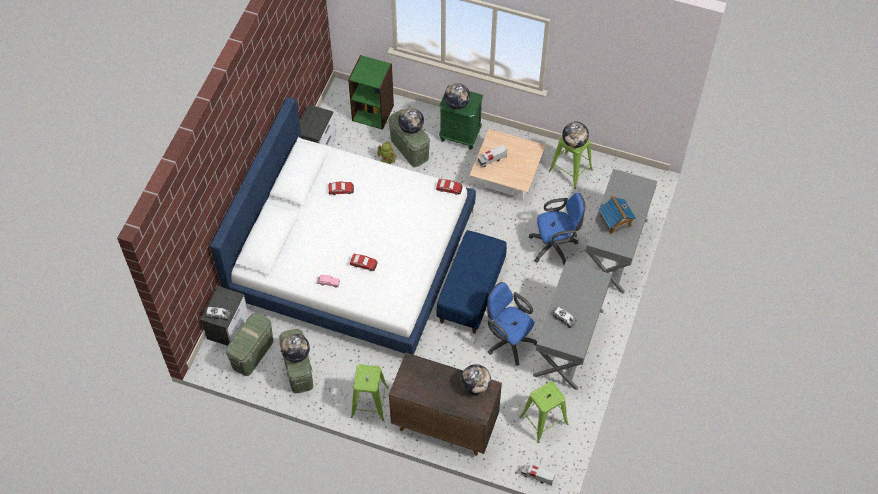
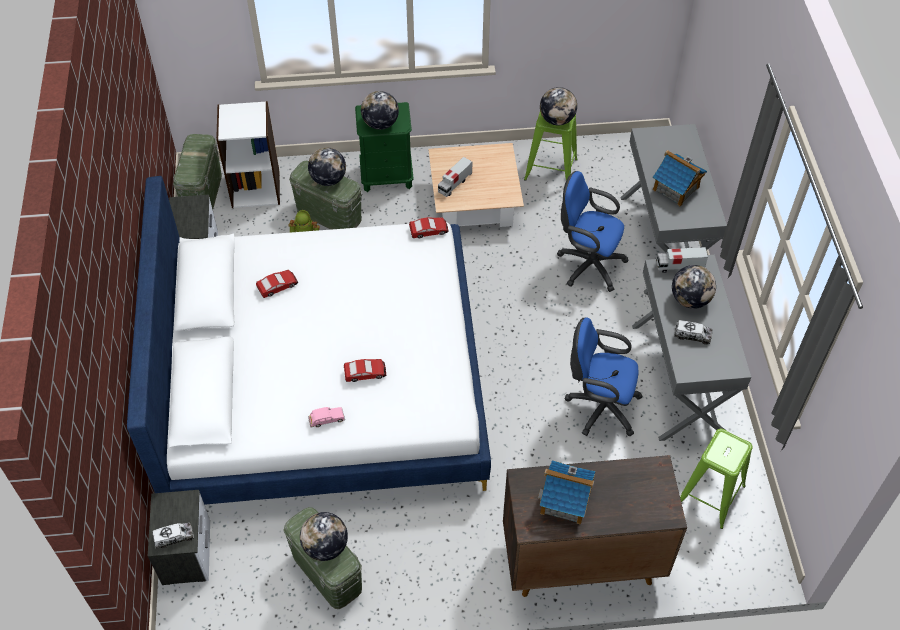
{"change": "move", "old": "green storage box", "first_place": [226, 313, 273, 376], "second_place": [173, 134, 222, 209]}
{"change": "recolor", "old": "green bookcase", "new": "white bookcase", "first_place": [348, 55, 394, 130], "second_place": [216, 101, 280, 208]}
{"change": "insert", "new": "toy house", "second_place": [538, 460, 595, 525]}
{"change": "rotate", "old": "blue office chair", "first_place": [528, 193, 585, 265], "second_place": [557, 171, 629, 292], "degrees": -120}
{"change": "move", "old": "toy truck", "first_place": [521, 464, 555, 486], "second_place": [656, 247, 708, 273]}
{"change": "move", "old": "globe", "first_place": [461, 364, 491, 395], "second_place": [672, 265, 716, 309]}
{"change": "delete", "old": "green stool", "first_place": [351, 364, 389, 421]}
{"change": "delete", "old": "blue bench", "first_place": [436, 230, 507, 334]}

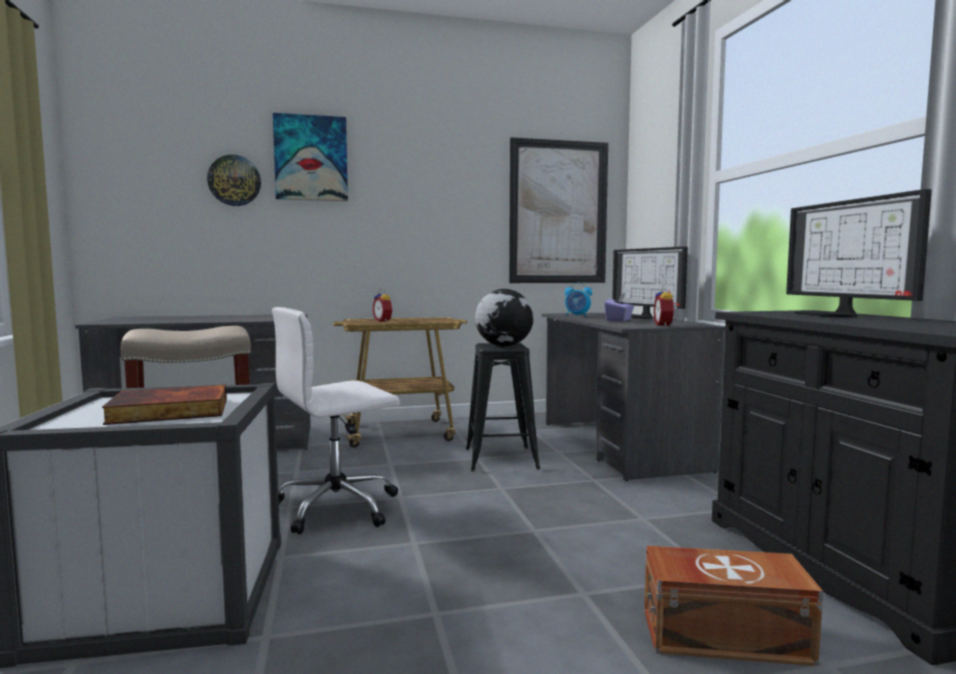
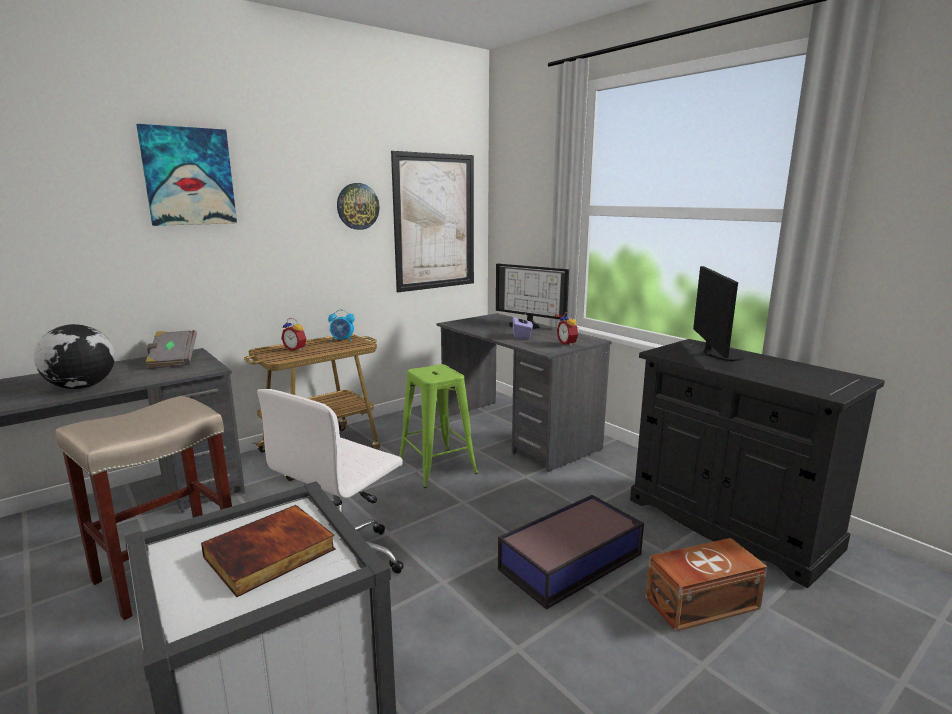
{"change": "move", "old": "globe", "first_place": [475, 289, 534, 347], "second_place": [34, 324, 115, 389]}
{"change": "insert", "new": "grey book", "second_place": [145, 330, 197, 369]}
{"change": "move", "old": "alarm clock", "first_place": [565, 283, 592, 316], "second_place": [328, 309, 355, 342]}
{"change": "move", "old": "wall clock", "first_place": [207, 155, 261, 206], "second_place": [337, 183, 380, 230]}
{"change": "recolor", "old": "black stool", "new": "green stool", "first_place": [466, 343, 541, 472], "second_place": [399, 364, 478, 488]}
{"change": "insert", "new": "storage box", "second_place": [498, 495, 644, 610]}
{"change": "rotate", "old": "monitor", "first_place": [786, 189, 932, 317], "second_place": [693, 266, 745, 361], "degrees": -135}

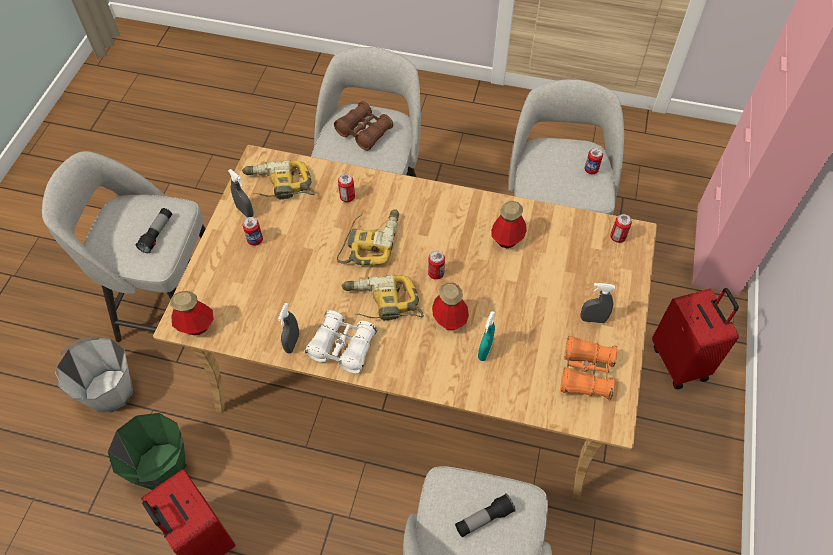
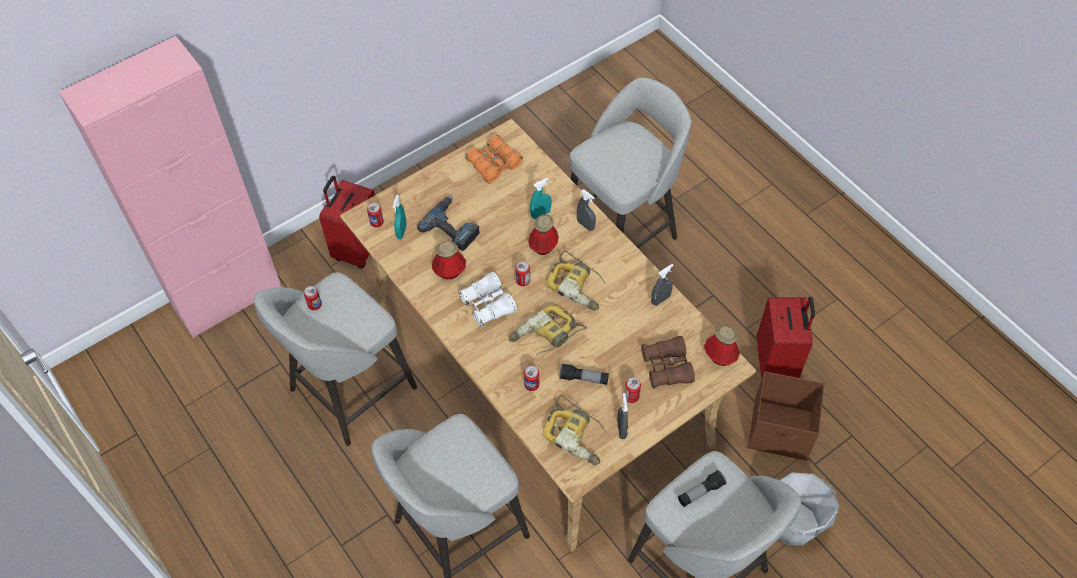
{"change": "insert", "new": "turquoise spray bottle", "second_place": [393, 195, 407, 239]}
{"change": "insert", "new": "power drill", "second_place": [417, 195, 480, 251]}
{"change": "move", "old": "white binoculars", "first_place": [305, 310, 377, 373], "second_place": [459, 272, 517, 327]}
{"change": "move", "old": "flashlight", "first_place": [455, 493, 515, 537], "second_place": [559, 363, 609, 385]}
{"change": "move", "old": "grey spray bottle", "first_place": [580, 283, 615, 323], "second_place": [577, 189, 596, 231]}
{"change": "move", "old": "brown binoculars", "first_place": [334, 101, 393, 151], "second_place": [641, 336, 695, 389]}
{"change": "replace", "old": "green bucket", "new": "brown storage box", "first_place": [108, 413, 187, 490], "second_place": [748, 371, 825, 460]}

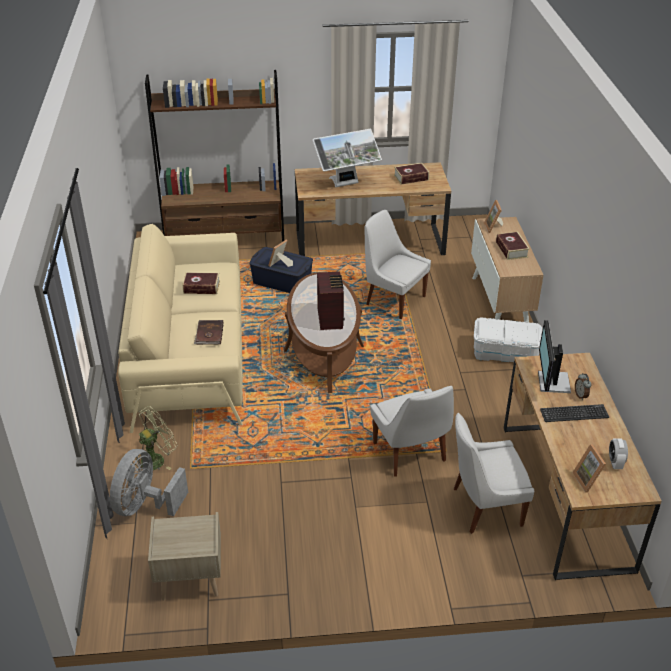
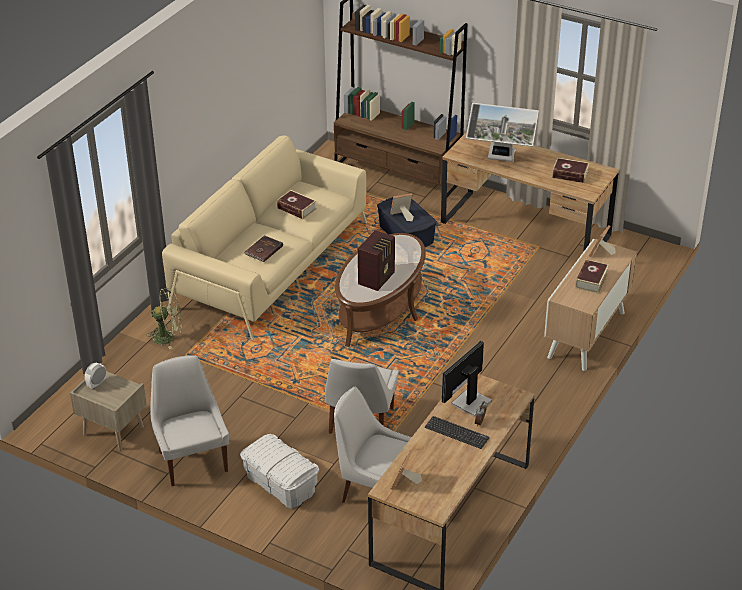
{"change": "move", "old": "alarm clock", "first_place": [609, 438, 628, 469], "second_place": [85, 363, 106, 389]}
{"change": "move", "old": "white chair", "first_place": [365, 210, 431, 319], "second_place": [150, 355, 229, 486]}
{"change": "move", "old": "white storage box", "first_place": [474, 317, 542, 362], "second_place": [240, 434, 319, 509]}
{"change": "delete", "old": "grey fan", "first_place": [110, 449, 188, 516]}

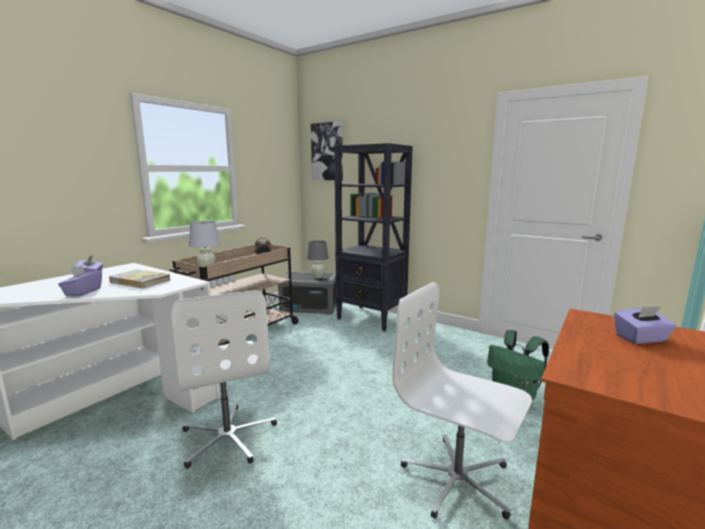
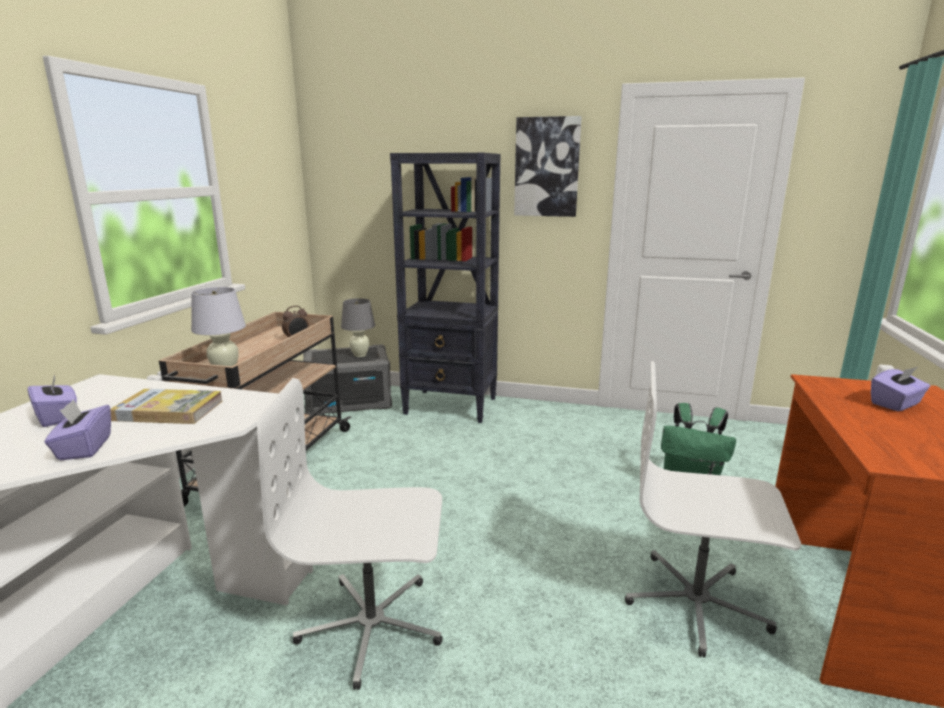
{"change": "rotate", "old": "white office chair", "first_place": [172, 290, 277, 468], "second_place": [256, 378, 443, 690], "degrees": 135}
{"change": "move", "old": "picture", "first_place": [311, 121, 343, 180], "second_place": [514, 116, 582, 217]}

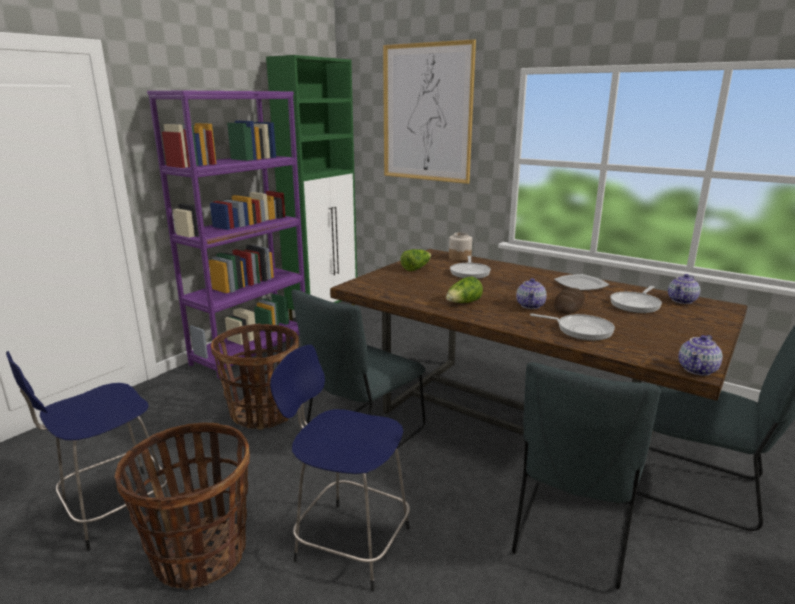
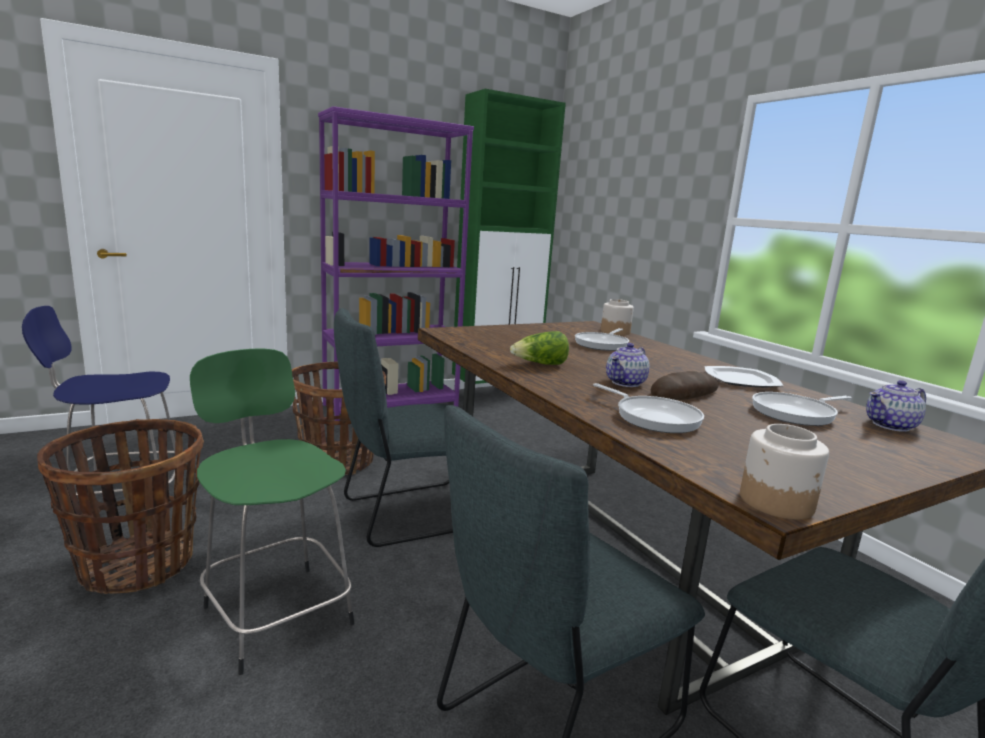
{"change": "recolor", "old": "blue stool", "new": "green stool", "first_place": [270, 345, 410, 592], "second_place": [190, 349, 355, 675]}
{"change": "replace", "old": "teapot", "new": "jar", "first_place": [678, 335, 723, 376], "second_place": [740, 424, 829, 519]}
{"change": "delete", "old": "picture", "first_place": [383, 39, 476, 184]}
{"change": "delete", "old": "lettuce", "first_place": [401, 249, 431, 271]}

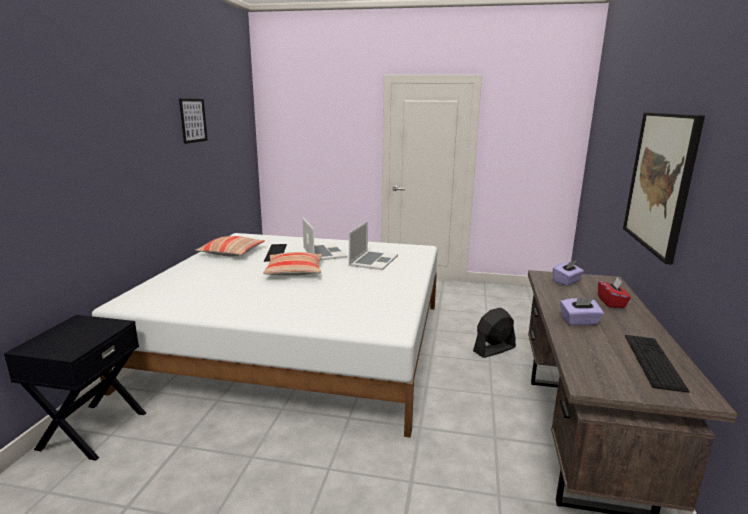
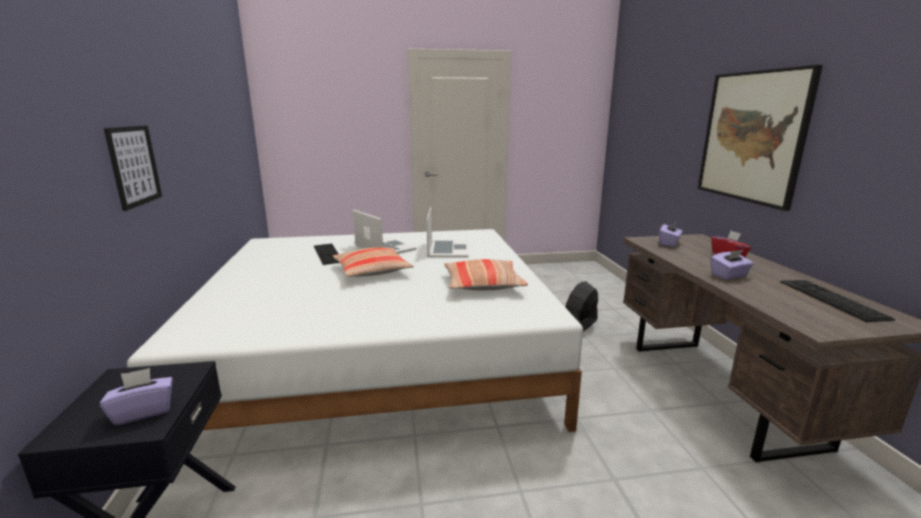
{"change": "insert", "new": "purple tissue box", "second_place": [100, 368, 173, 425]}
{"change": "move", "old": "picture", "first_place": [179, 99, 208, 144], "second_place": [104, 125, 162, 211]}
{"change": "move", "old": "pillow", "first_place": [195, 236, 265, 257], "second_place": [444, 259, 528, 290]}

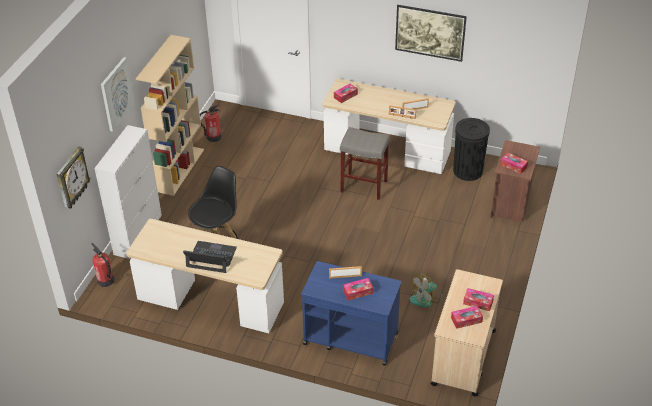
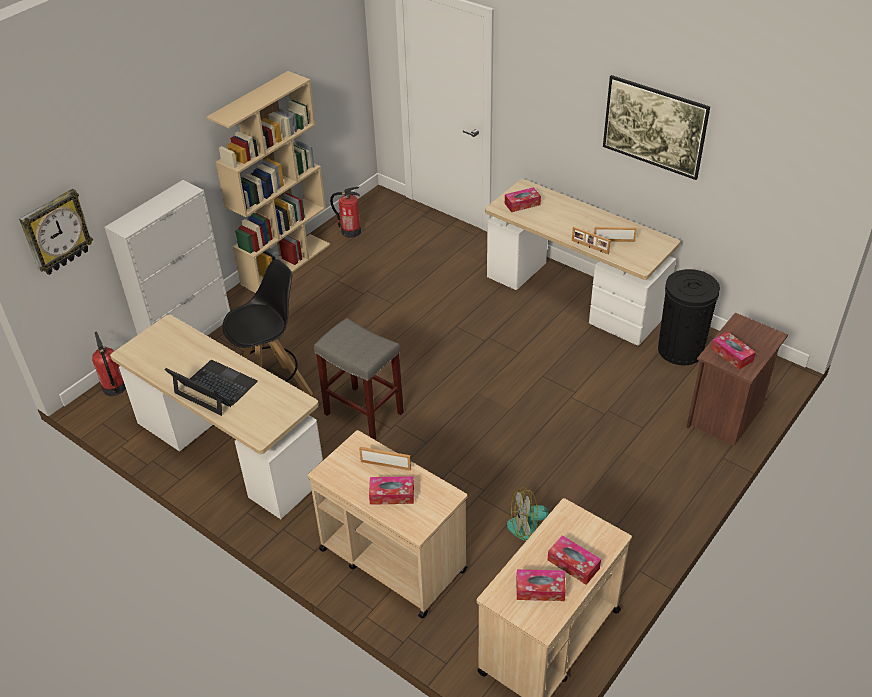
{"change": "recolor", "old": "blue cart", "new": "beige cart", "first_place": [301, 261, 402, 365], "second_place": [308, 430, 467, 618]}
{"change": "move", "old": "grey stool", "first_place": [340, 127, 390, 200], "second_place": [314, 318, 404, 440]}
{"change": "delete", "old": "picture", "first_place": [101, 57, 135, 132]}

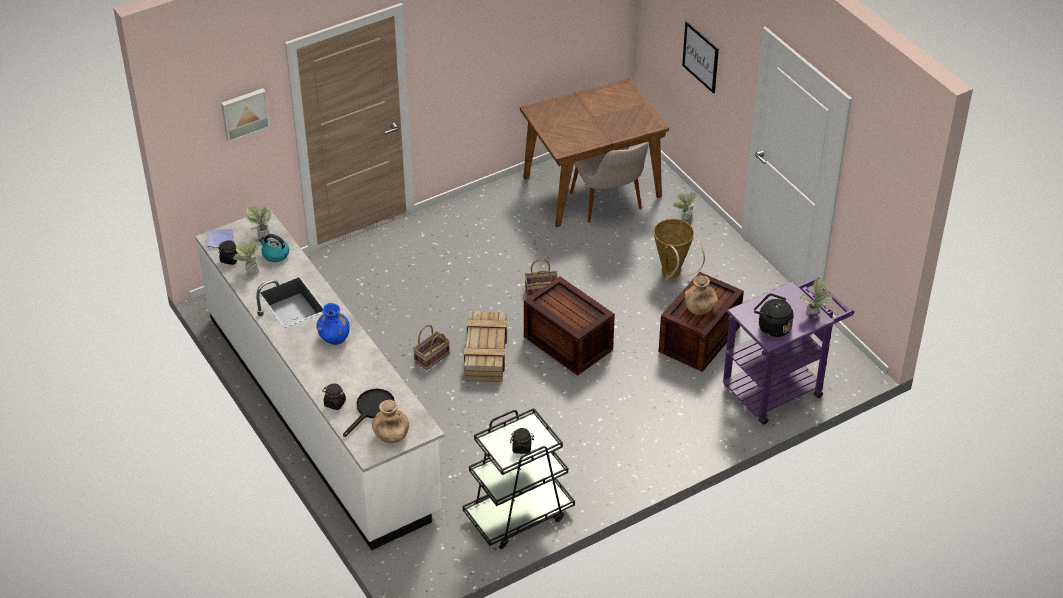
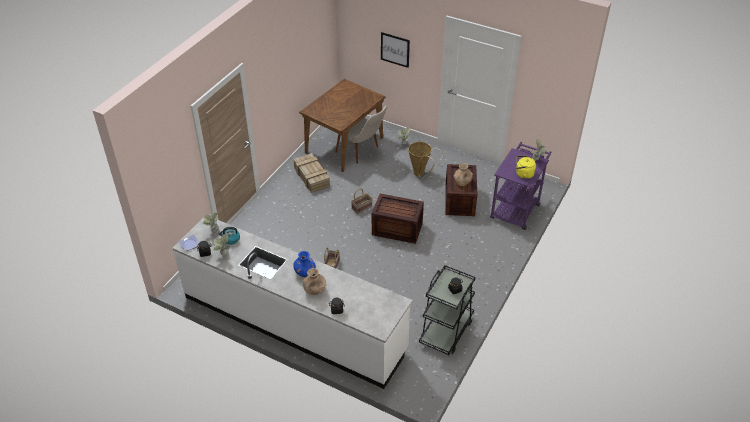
{"change": "move", "old": "crate", "first_place": [464, 311, 507, 382], "second_place": [293, 153, 330, 193]}
{"change": "move", "old": "brown vase", "first_place": [372, 400, 409, 443], "second_place": [303, 268, 326, 295]}
{"change": "recolor", "old": "black kettle", "new": "yellow kettle", "first_place": [754, 293, 794, 337], "second_place": [516, 155, 536, 179]}
{"change": "delete", "old": "picture", "first_place": [221, 88, 270, 142]}
{"change": "delete", "old": "black frying pan", "first_place": [343, 389, 395, 437]}

